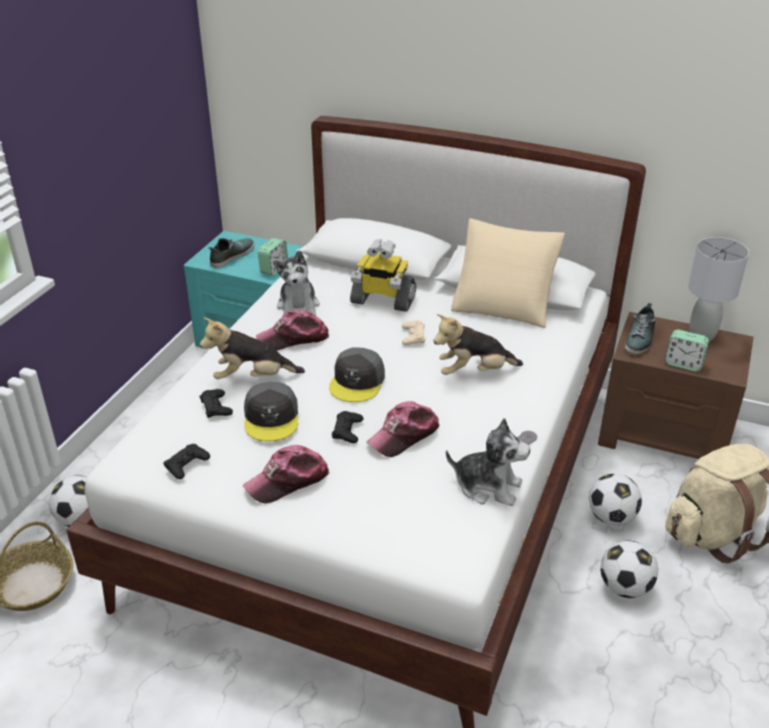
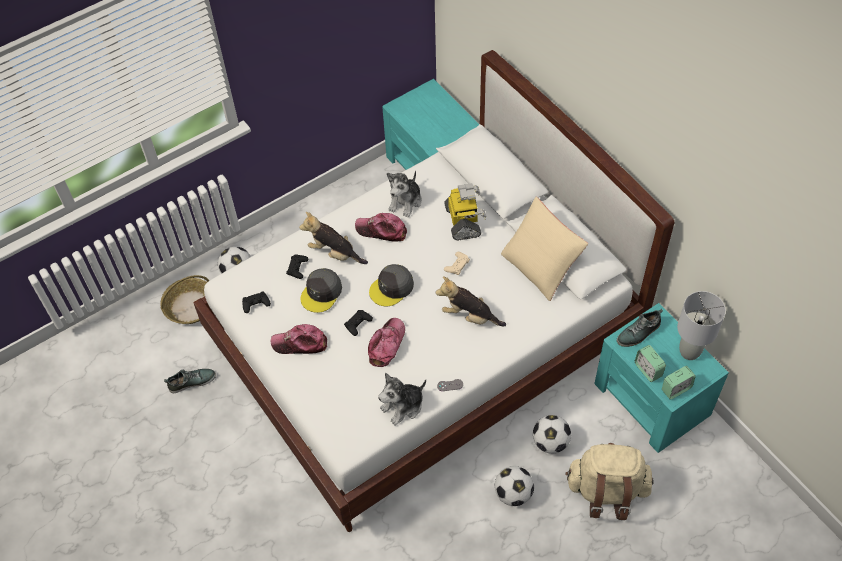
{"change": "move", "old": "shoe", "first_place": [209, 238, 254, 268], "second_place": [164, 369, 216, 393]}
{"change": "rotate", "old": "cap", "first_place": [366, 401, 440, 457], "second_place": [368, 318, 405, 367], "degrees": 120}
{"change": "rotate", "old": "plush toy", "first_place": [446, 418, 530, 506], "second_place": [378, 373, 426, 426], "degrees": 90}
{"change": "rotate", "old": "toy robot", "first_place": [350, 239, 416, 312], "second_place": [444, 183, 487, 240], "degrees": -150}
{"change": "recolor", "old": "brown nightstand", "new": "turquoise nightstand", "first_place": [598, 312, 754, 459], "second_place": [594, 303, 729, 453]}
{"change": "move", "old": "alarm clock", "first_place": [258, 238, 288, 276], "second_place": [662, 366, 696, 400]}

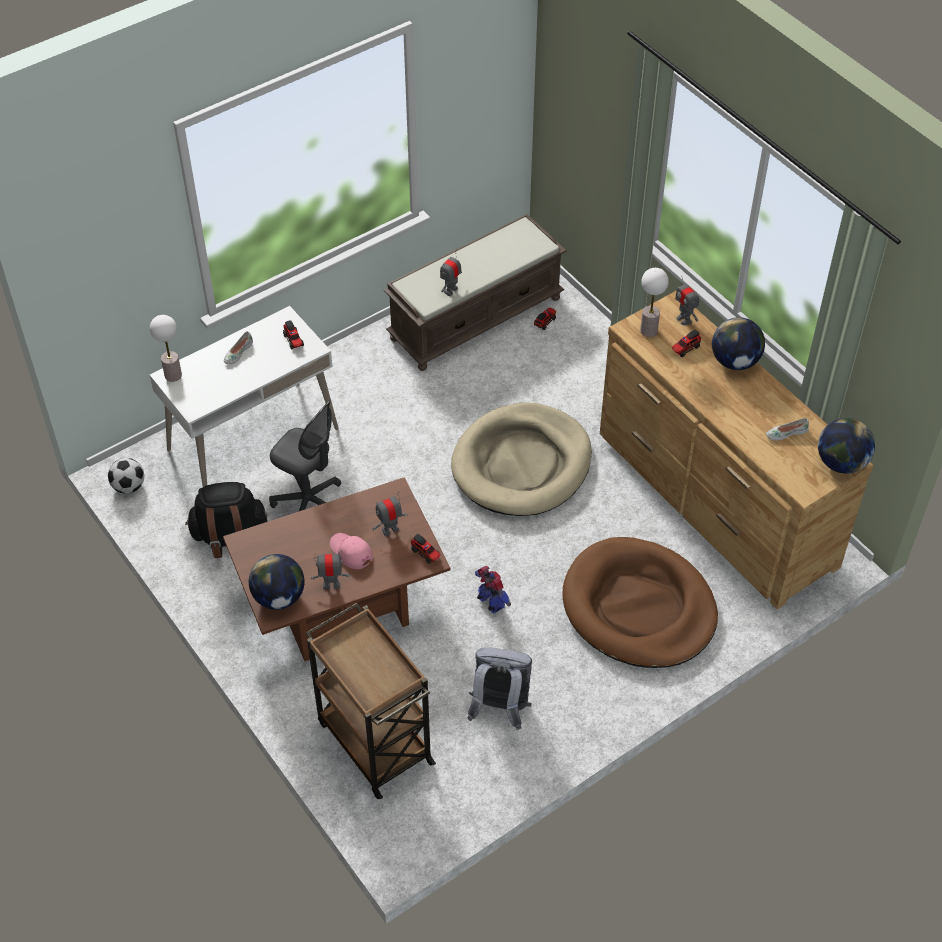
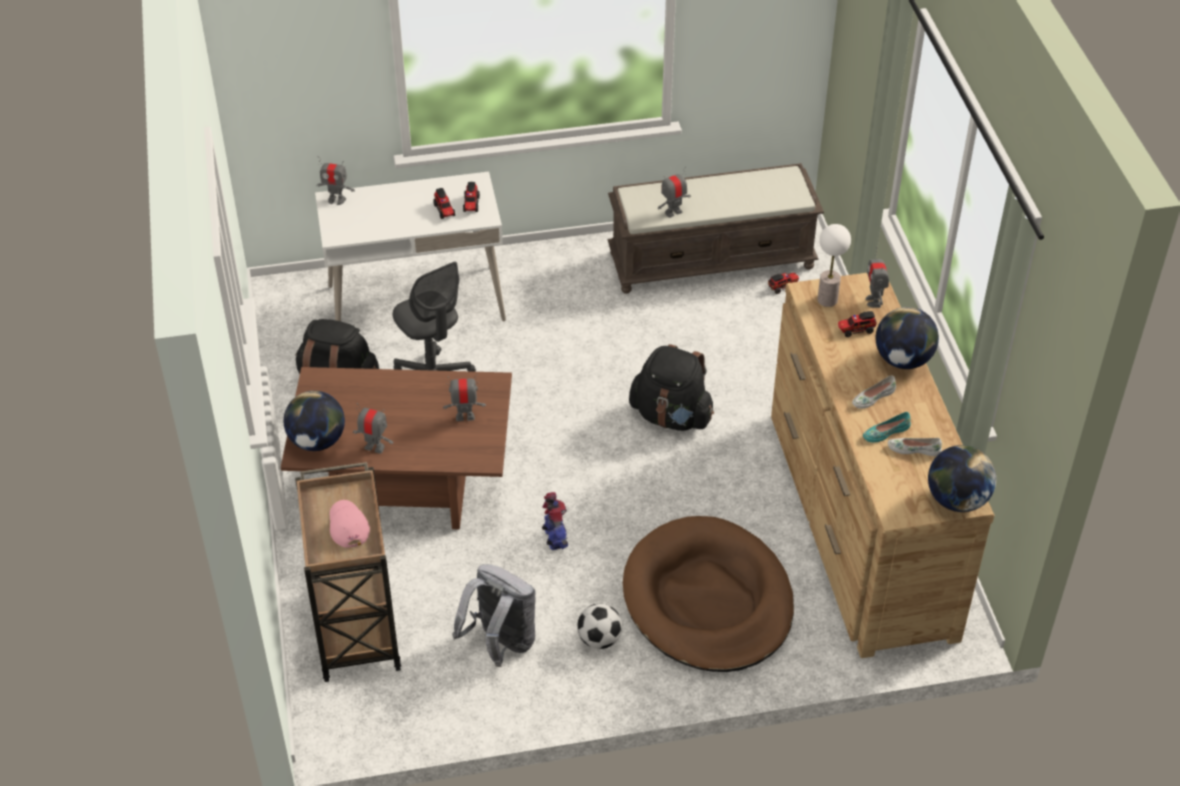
{"change": "replace", "old": "table lamp", "new": "toy robot", "first_place": [150, 315, 182, 382], "second_place": [317, 156, 355, 205]}
{"change": "move", "old": "pink cap", "first_place": [330, 533, 373, 569], "second_place": [330, 500, 370, 548]}
{"change": "move", "old": "toy truck", "first_place": [411, 534, 441, 564], "second_place": [433, 188, 455, 219]}
{"change": "move", "old": "football", "first_place": [108, 458, 144, 494], "second_place": [577, 604, 622, 649]}
{"change": "replace", "old": "beige dog bed", "new": "black backpack", "first_place": [451, 403, 592, 516], "second_place": [629, 344, 714, 431]}
{"change": "move", "old": "white shoe", "first_place": [224, 331, 253, 365], "second_place": [852, 375, 896, 409]}
{"change": "insert", "new": "turquoise shoe", "second_place": [863, 412, 911, 442]}

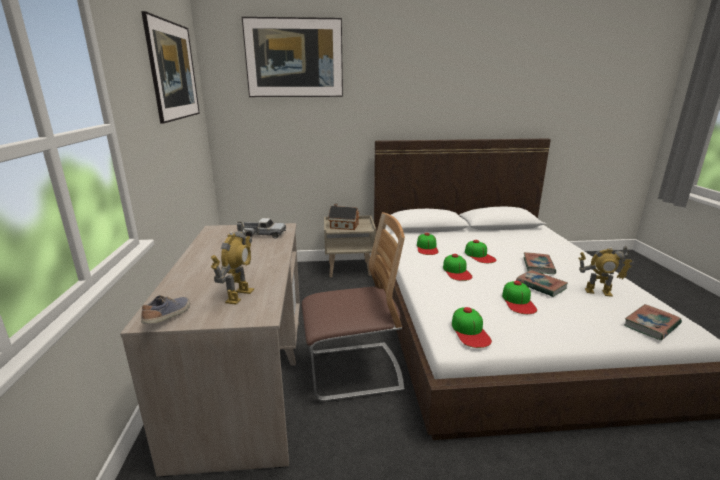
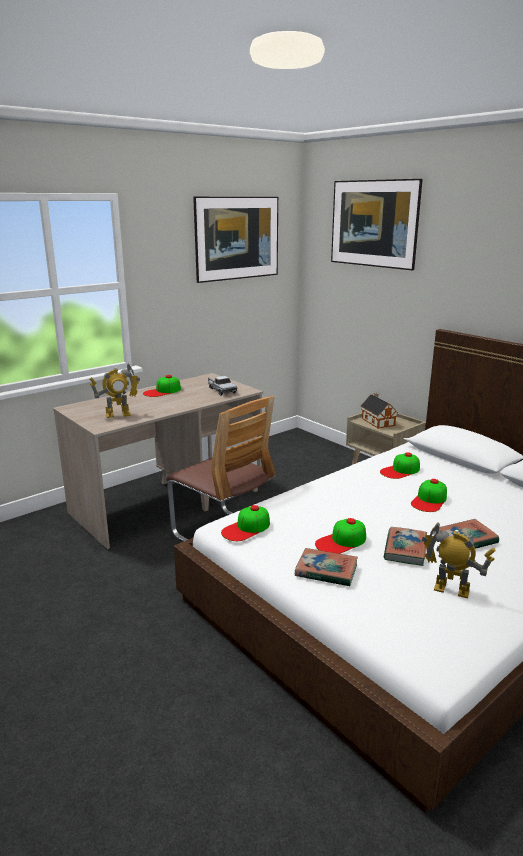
{"change": "move", "old": "cap", "first_place": [443, 254, 472, 281], "second_place": [143, 375, 181, 397]}
{"change": "move", "old": "book", "first_place": [624, 304, 682, 340], "second_place": [295, 548, 358, 587]}
{"change": "rotate", "old": "toy robot", "first_place": [578, 245, 634, 297], "second_place": [421, 522, 496, 598], "degrees": 135}
{"change": "delete", "old": "shoe", "first_place": [141, 295, 190, 324]}

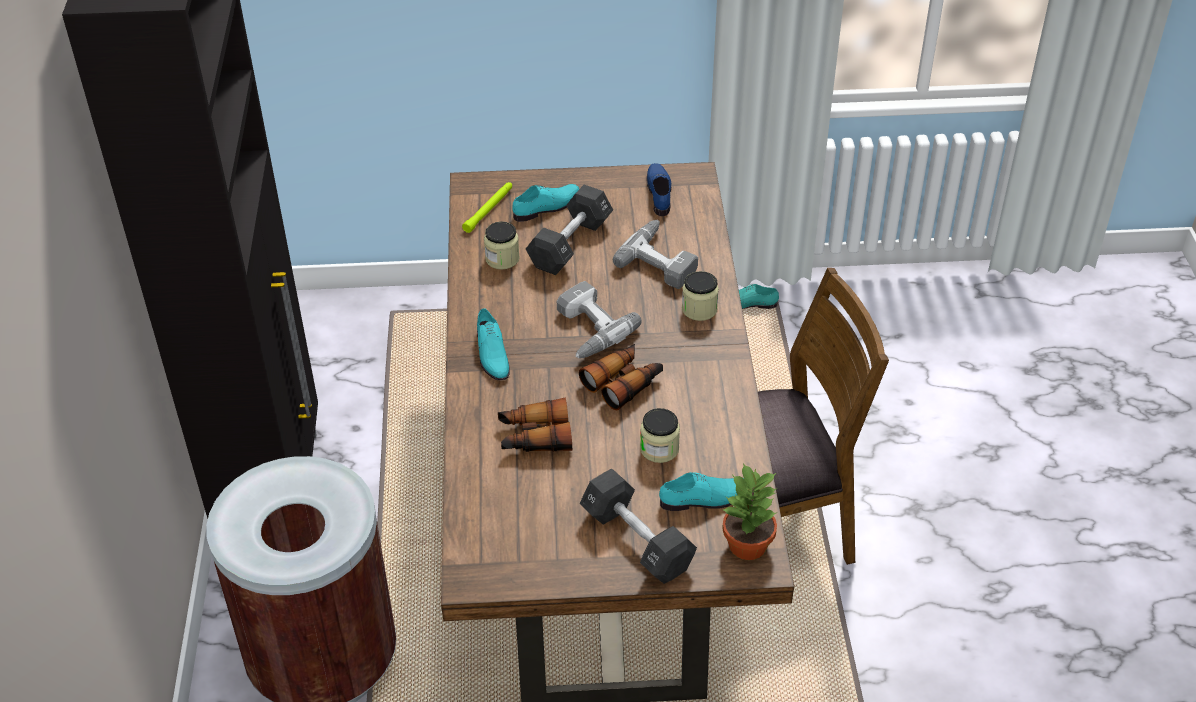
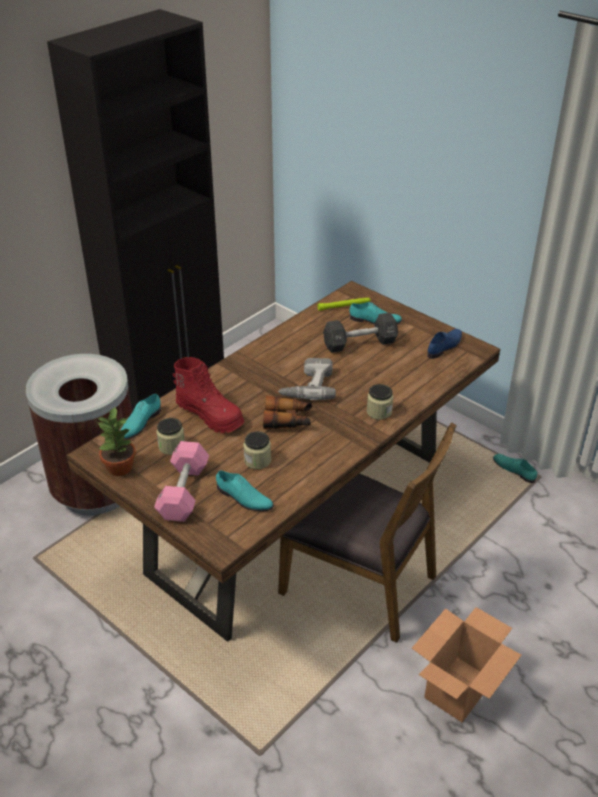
{"change": "move", "old": "potted plant", "first_place": [721, 463, 777, 560], "second_place": [97, 406, 136, 476]}
{"change": "move", "old": "turquoise shoe", "first_place": [477, 308, 510, 380], "second_place": [120, 394, 161, 440]}
{"change": "recolor", "old": "black dumbbell", "new": "pink dumbbell", "first_place": [580, 468, 697, 584], "second_place": [154, 441, 209, 522]}
{"change": "move", "old": "jar", "first_place": [484, 221, 520, 270], "second_place": [157, 418, 185, 455]}
{"change": "replace", "old": "binoculars", "new": "red boot", "first_place": [498, 397, 572, 452], "second_place": [173, 357, 244, 433]}
{"change": "insert", "new": "cardboard box", "second_place": [412, 607, 521, 723]}
{"change": "delete", "old": "power drill", "first_place": [613, 220, 698, 289]}

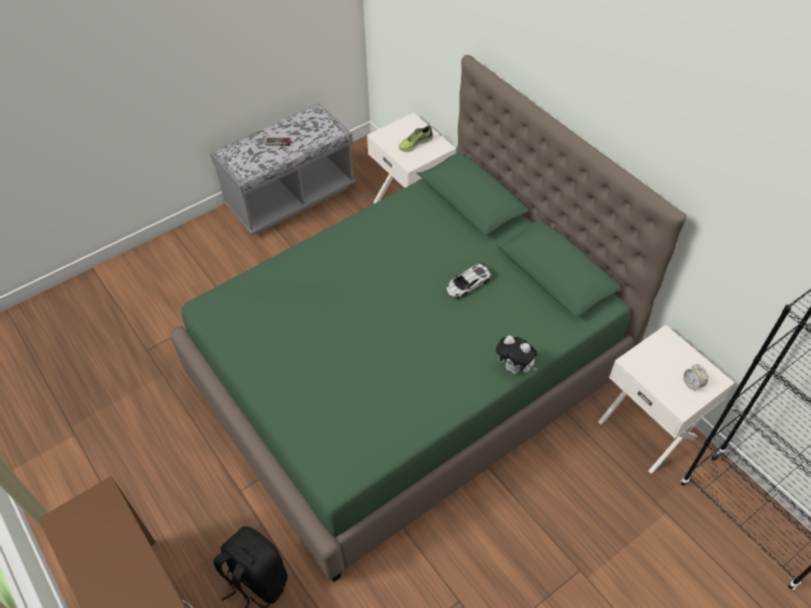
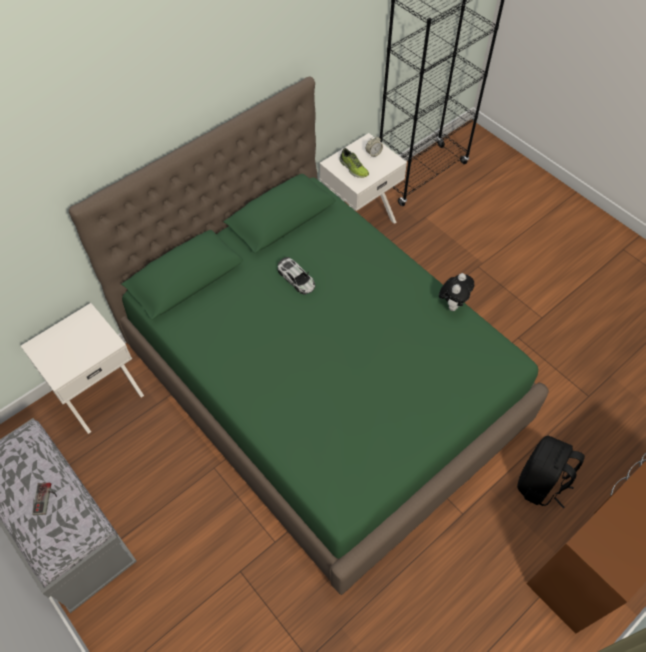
{"change": "move", "old": "shoe", "first_place": [399, 125, 433, 152], "second_place": [339, 148, 369, 178]}
{"change": "move", "old": "plush toy", "first_place": [496, 336, 538, 374], "second_place": [439, 273, 474, 311]}

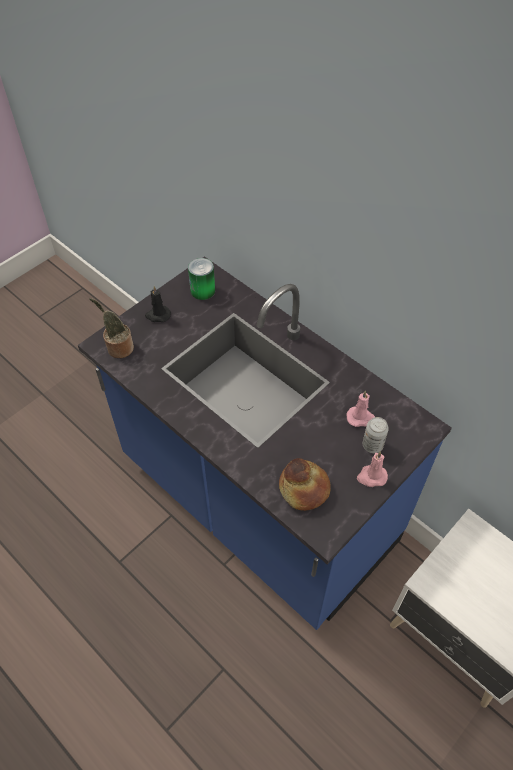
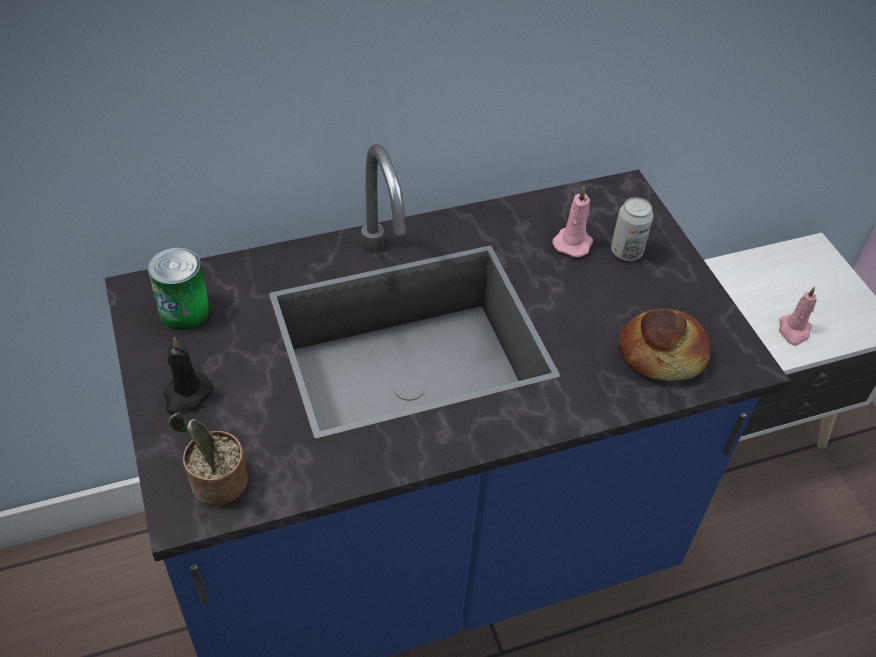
{"change": "move", "old": "pink candle", "first_place": [357, 451, 388, 487], "second_place": [779, 286, 817, 346]}

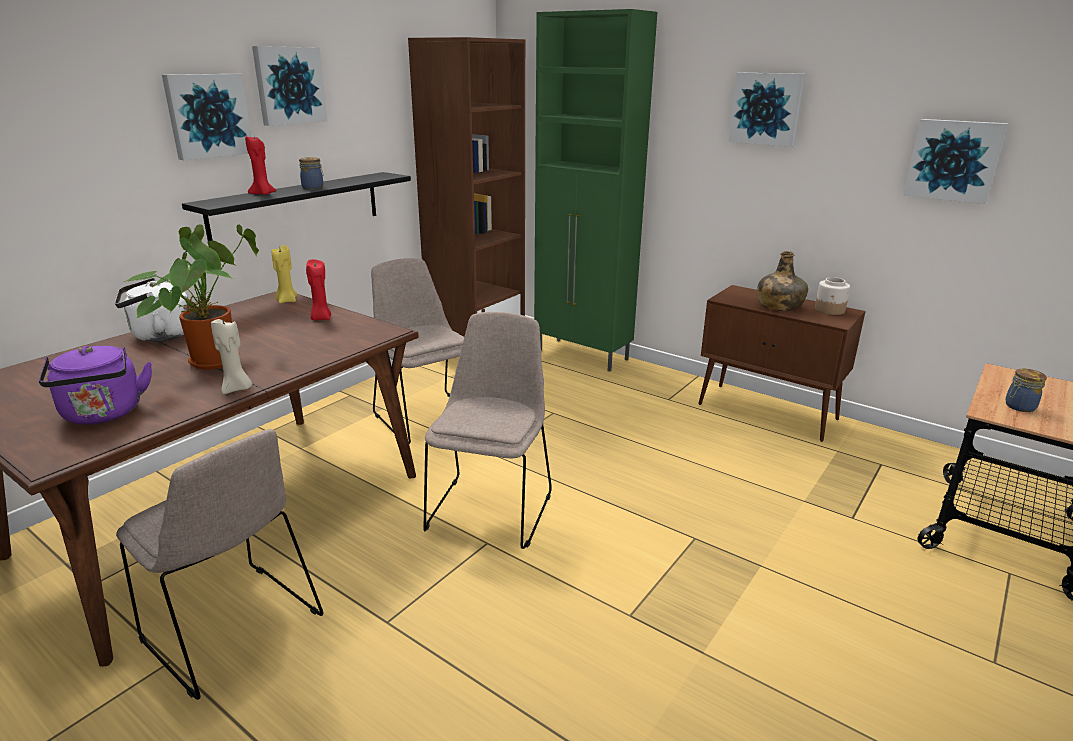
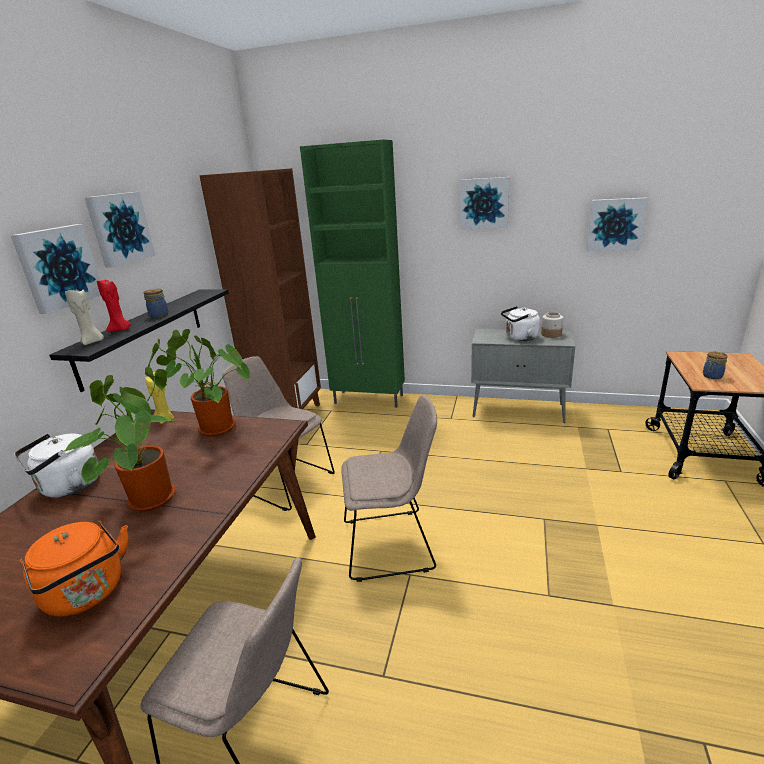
{"change": "recolor", "old": "purple kettle", "new": "orange kettle", "first_place": [39, 346, 152, 425], "second_place": [20, 520, 129, 617]}
{"change": "move", "old": "beige candle", "first_place": [211, 319, 252, 394], "second_place": [65, 290, 104, 345]}
{"change": "replace", "old": "red candle", "new": "potted plant", "first_place": [306, 259, 331, 320], "second_place": [147, 329, 250, 437]}
{"change": "rotate", "old": "beige chair", "first_place": [423, 312, 552, 549], "second_place": [341, 395, 437, 582], "degrees": 90}
{"change": "recolor", "old": "brown cabinet", "new": "grey cabinet", "first_place": [698, 285, 866, 442], "second_place": [471, 329, 575, 423]}
{"change": "replace", "old": "green bottle", "new": "white kettle", "first_place": [757, 251, 808, 311], "second_place": [501, 306, 540, 341]}

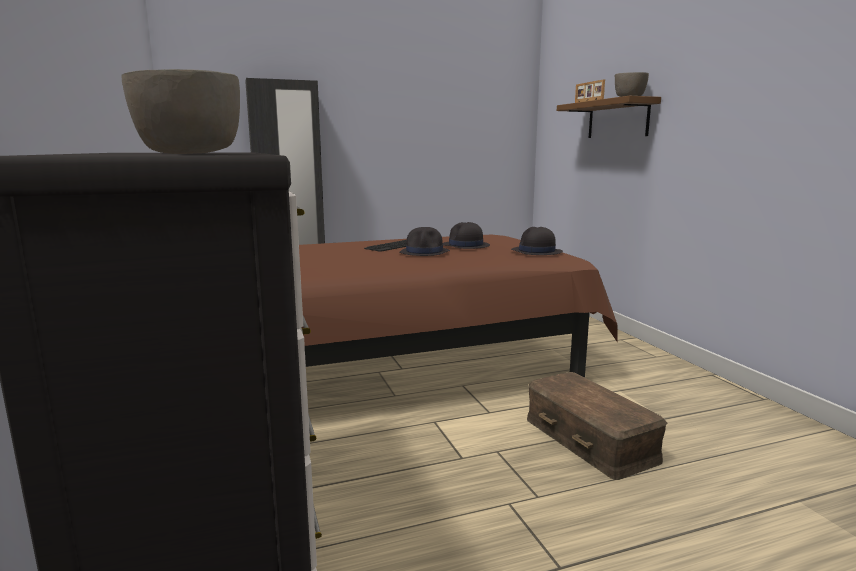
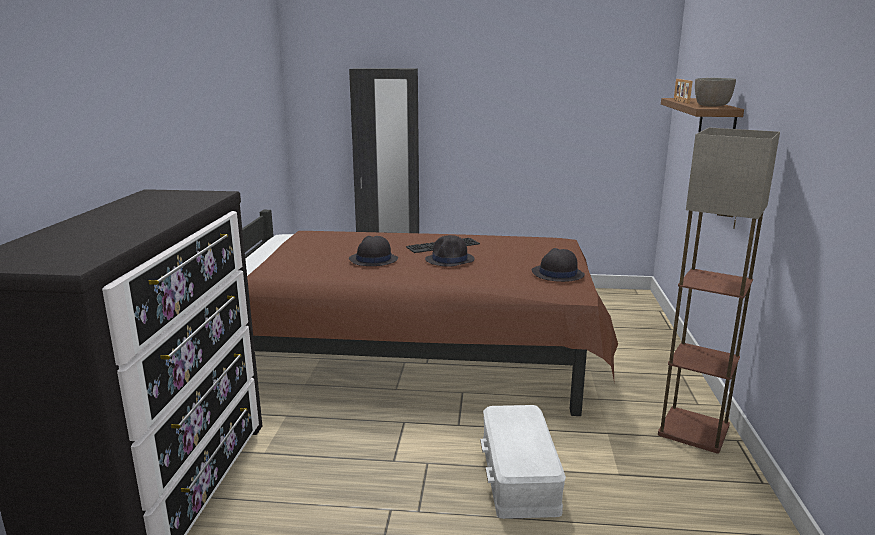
{"change": "move", "old": "black hat", "first_place": [443, 222, 490, 249], "second_place": [349, 236, 398, 266]}
{"change": "recolor", "old": "brown storage box", "new": "white storage box", "first_place": [527, 372, 667, 480], "second_place": [480, 405, 566, 519]}
{"change": "insert", "new": "floor lamp", "second_place": [658, 128, 780, 454]}
{"change": "delete", "old": "grey bowl", "first_place": [121, 69, 240, 154]}

